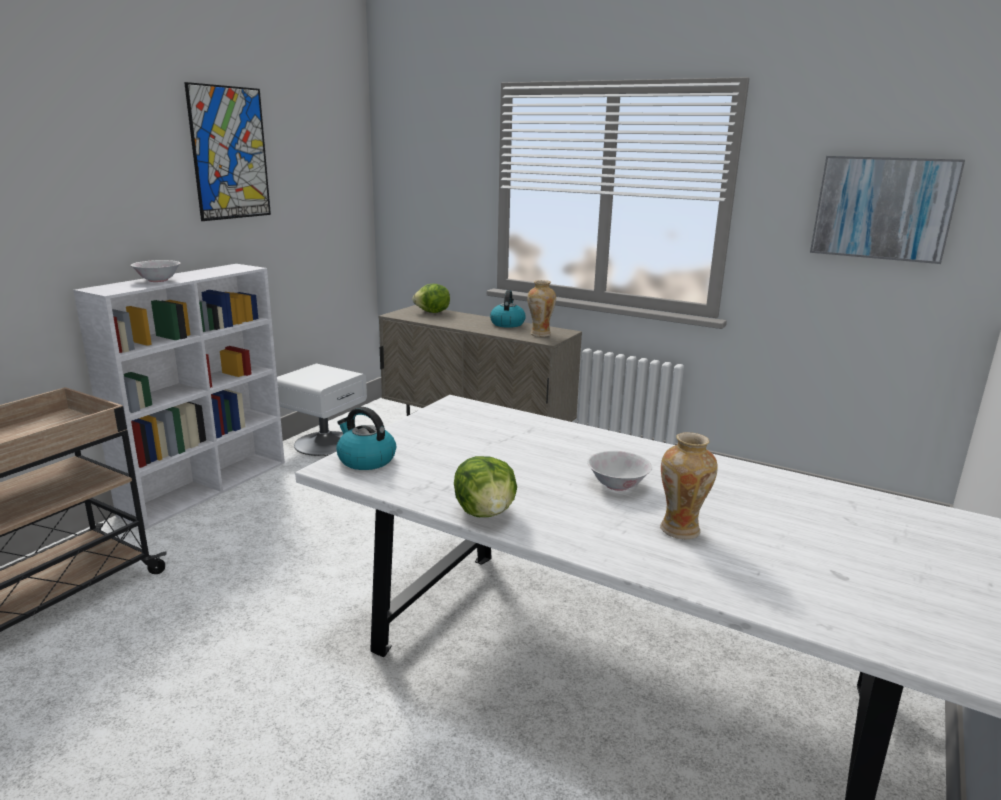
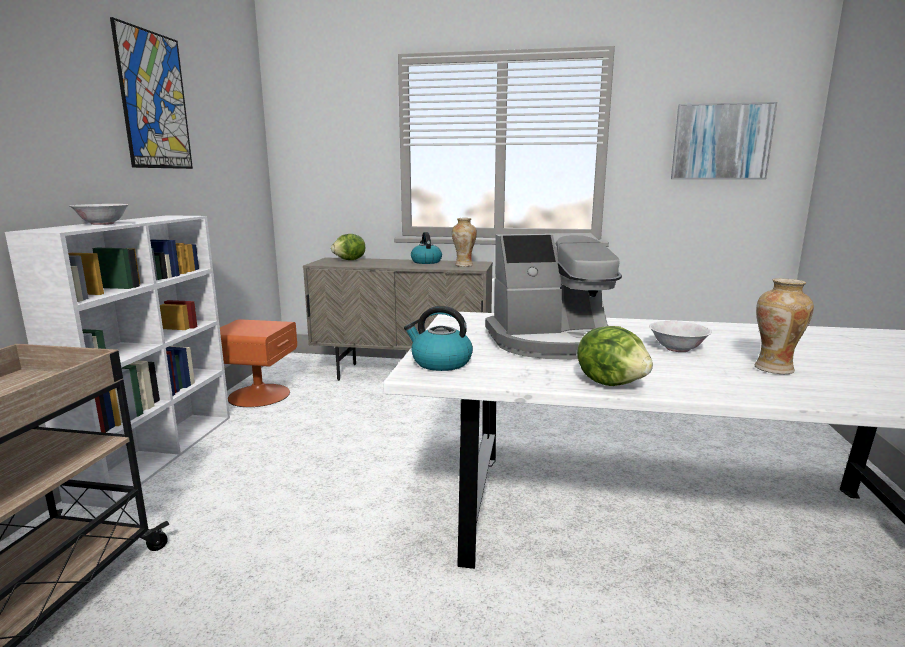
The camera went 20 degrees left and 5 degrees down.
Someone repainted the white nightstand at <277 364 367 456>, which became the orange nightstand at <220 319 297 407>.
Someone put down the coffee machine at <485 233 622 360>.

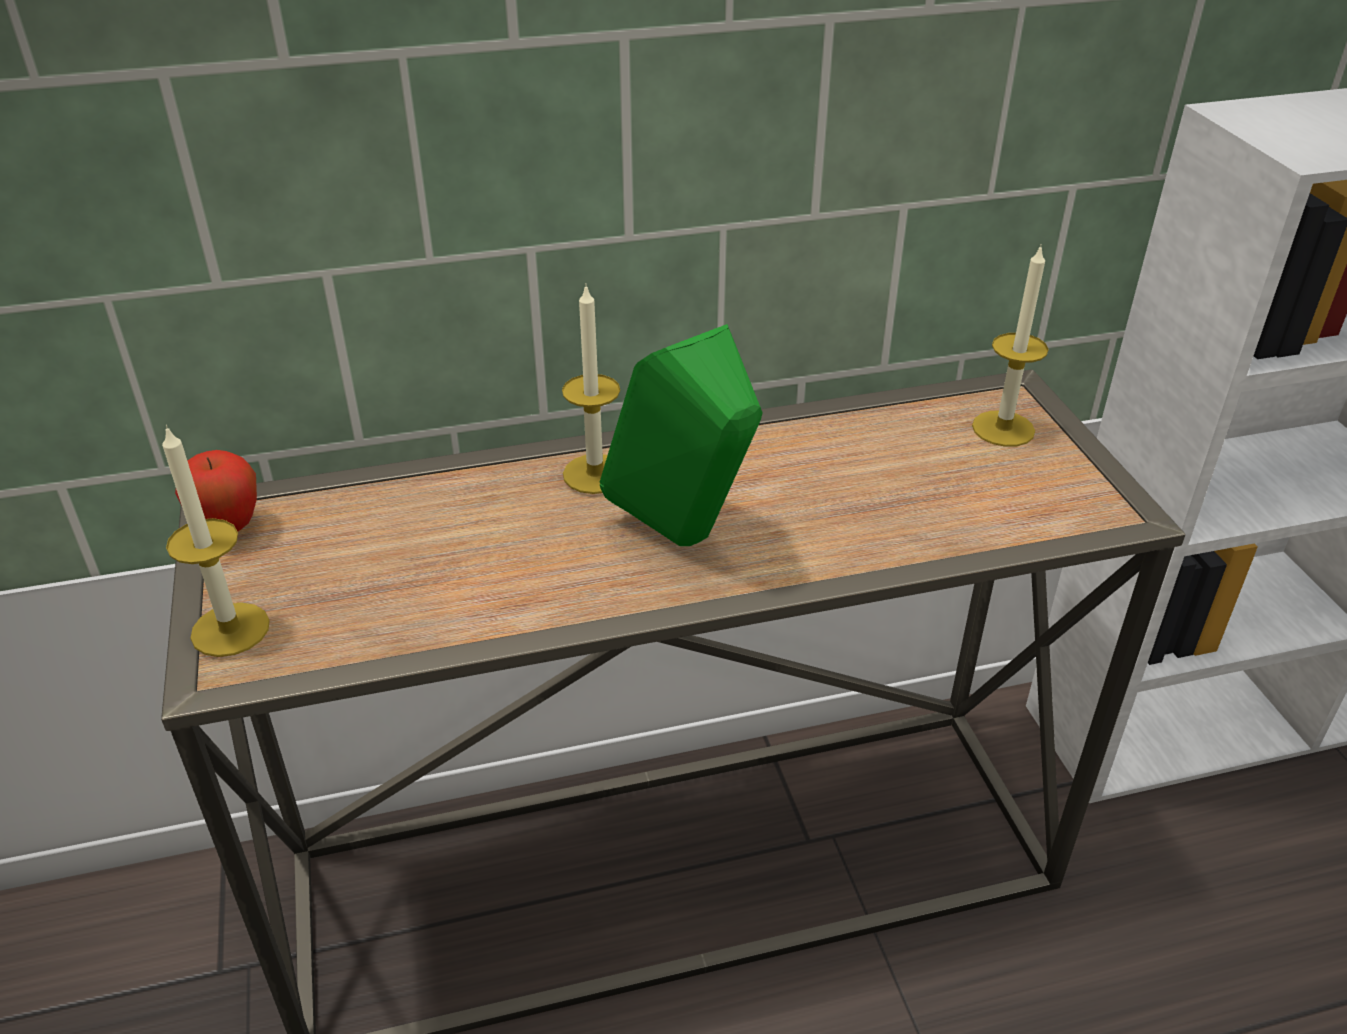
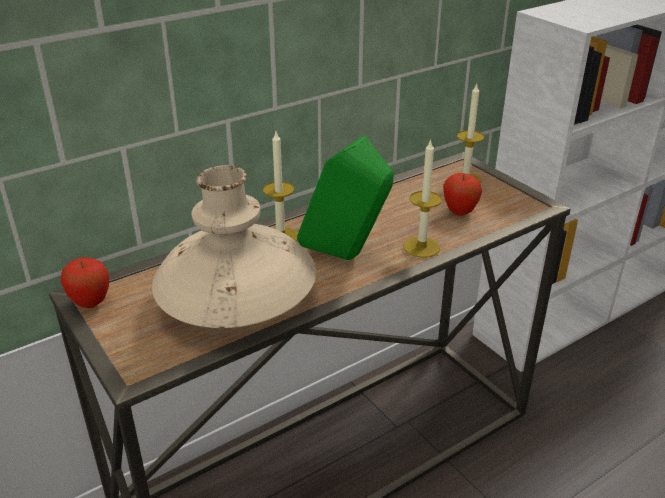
The camera went 20 degrees left and 5 degrees down.
Someone carried the candle from <162 425 270 657> to <403 139 442 258>.
Someone put down the beige vase at <152 165 316 328>.
Someone put down the apple at <443 173 482 216>.

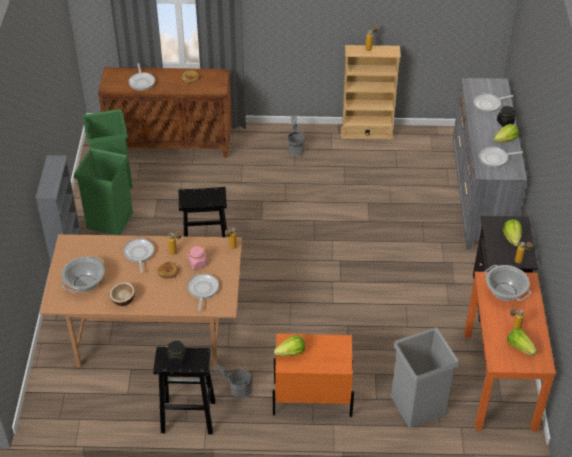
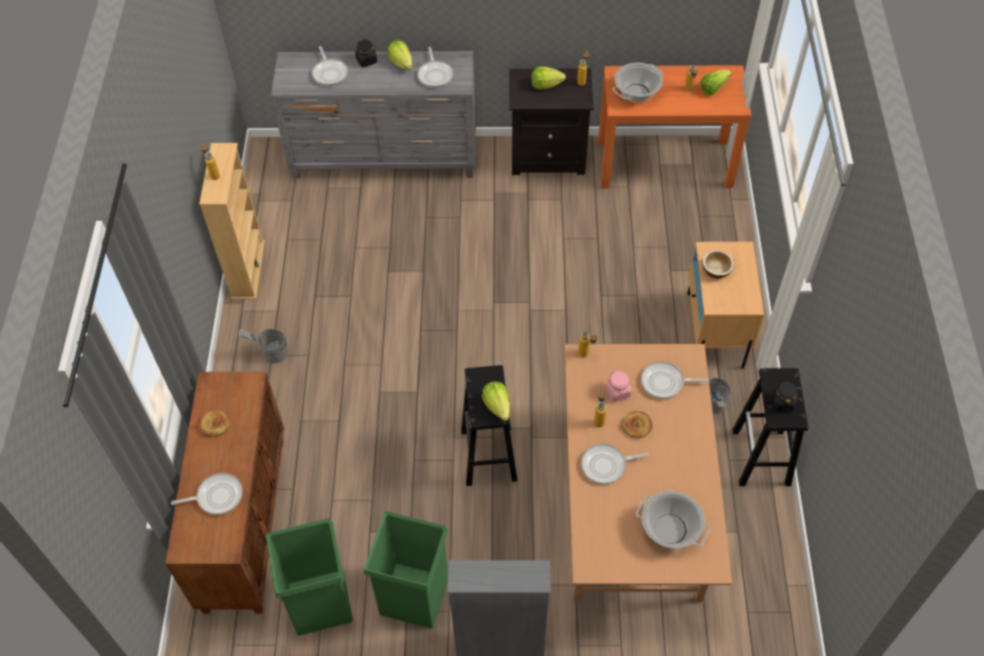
The camera went 90 degrees left and 10 degrees up.
Someone carried the bowl from <110 282 135 306> to <702 250 734 278>.
Someone took away the grey trash can at <391 327 459 428>.
Someone repainted the orange nightstand at <272 334 354 417>, which became the beige nightstand at <687 242 764 369>.
Someone carried the lettuce from <274 335 305 356> to <482 381 510 421>.

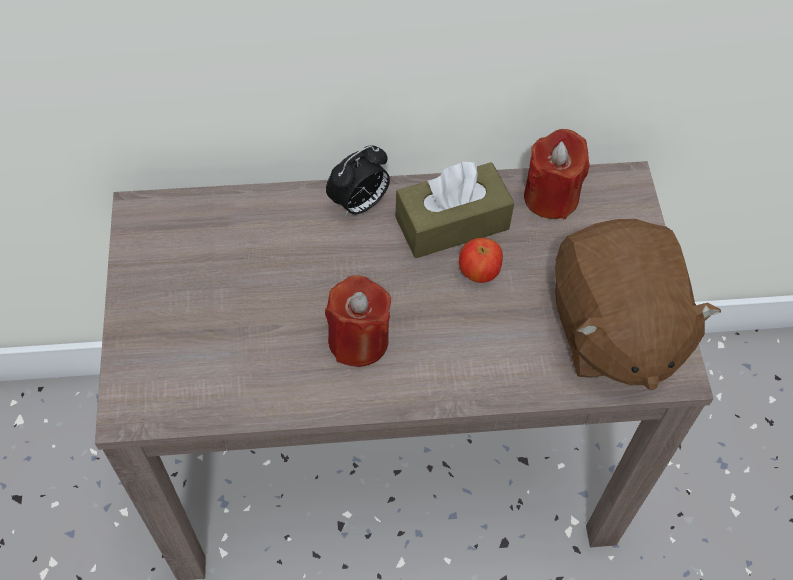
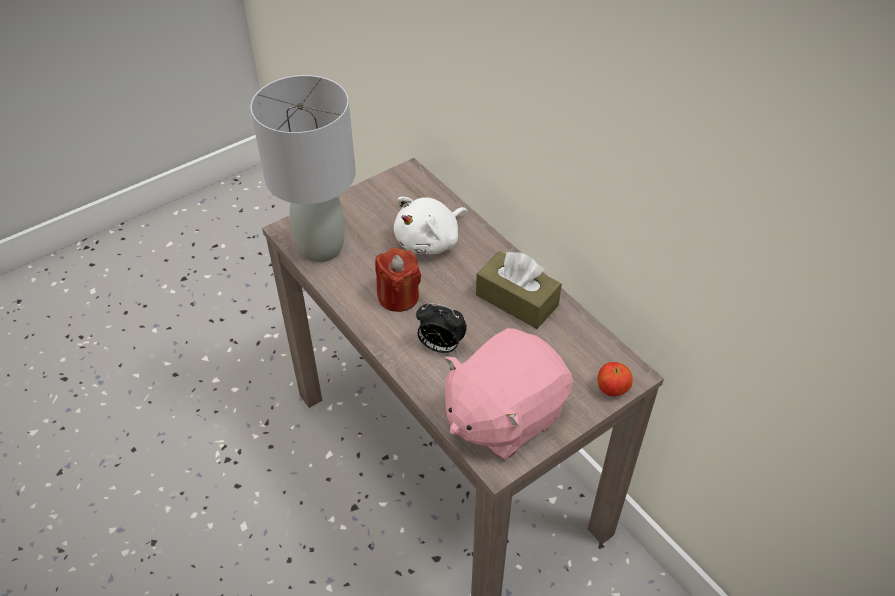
The camera went 60 degrees right and 10 degrees down.
Someone took away the red candle at <524 129 590 219>.
Someone carried the alarm clock from <326 145 390 217> to <416 303 467 353>.
Someone repainted the brown plush toy at <555 219 721 390>, which became the pink plush toy at <445 328 573 460>.
Someone carried the apple from <459 238 503 283> to <598 362 633 396>.
Someone put down the grey table lamp at <250 75 356 262>.
Someone put down the white plush toy at <394 197 467 254>.

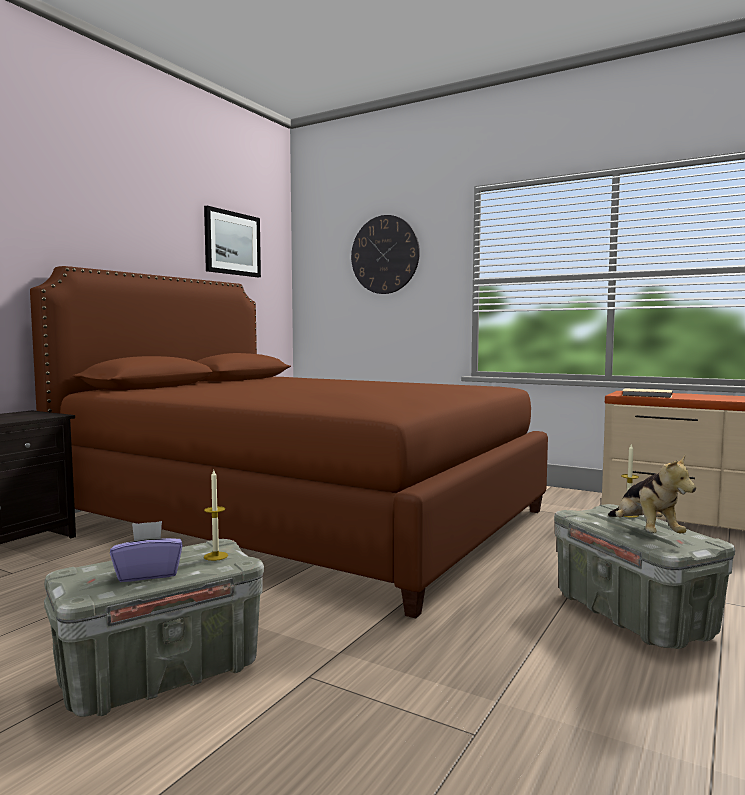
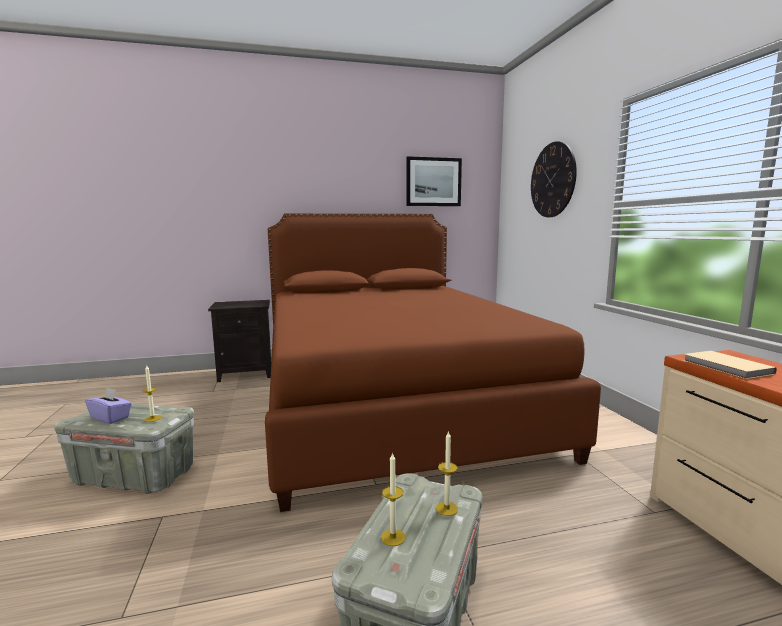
The camera went 45 degrees right and 5 degrees up.
Someone swapped the plush toy at <608 455 696 533> for the candle at <381 452 405 546>.

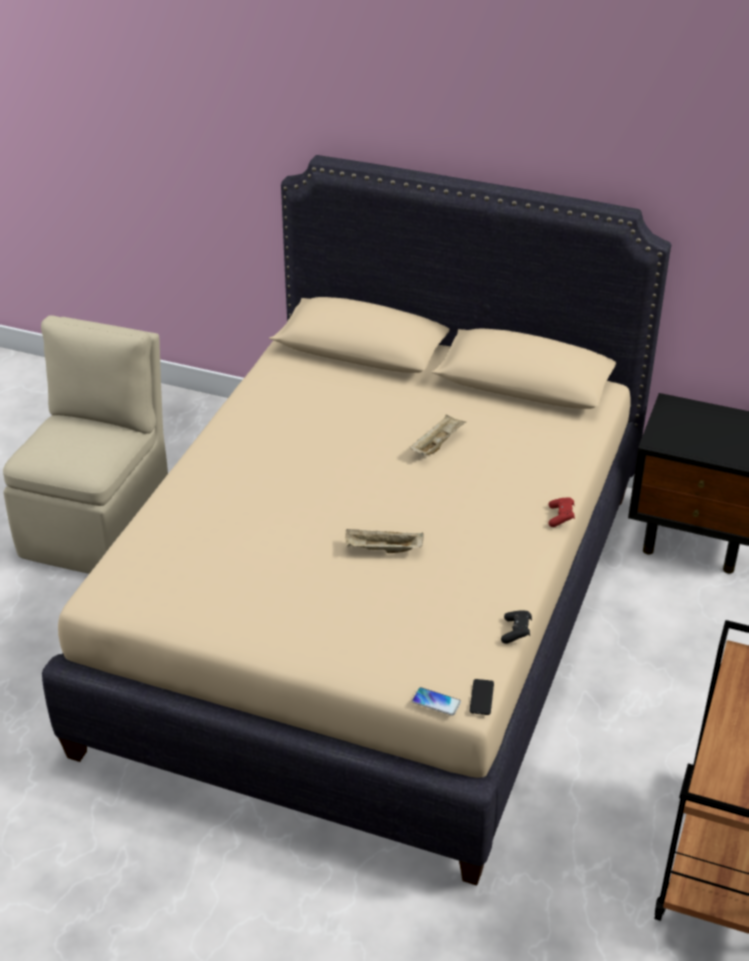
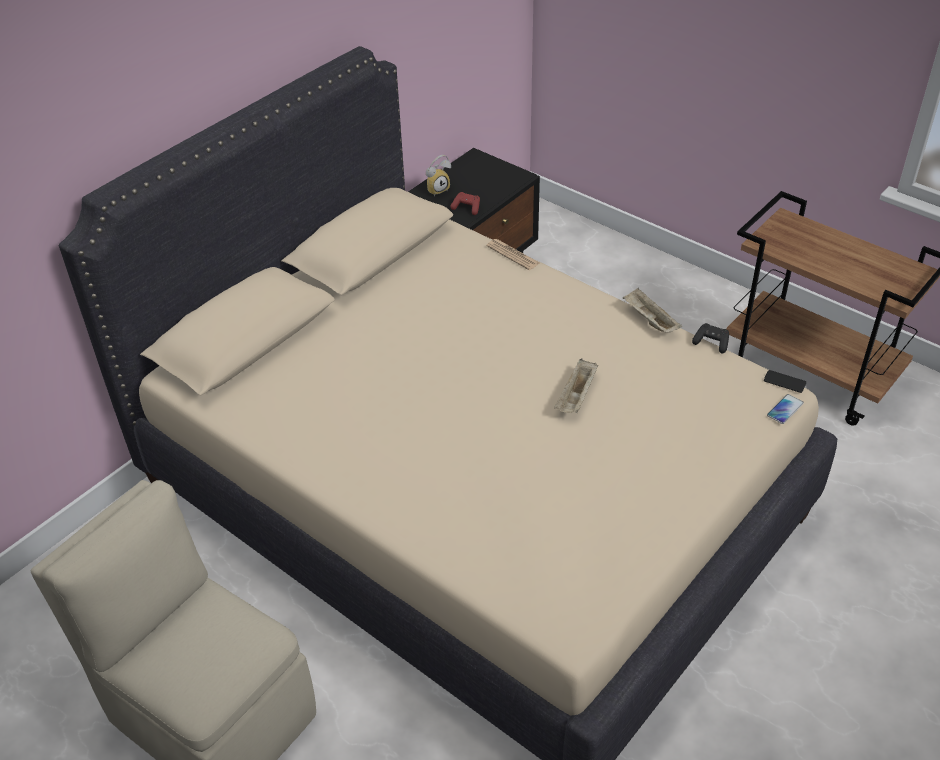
The camera went 70 degrees left and 5 degrees up.
Someone carried the beige tray from <410 414 466 455> to <623 288 682 333>.
Someone carried the red game controller from <548 497 575 527> to <451 192 480 215>.
Someone put down the alarm clock at <426 155 451 196>.
Someone put down the newspaper at <486 239 540 270>.

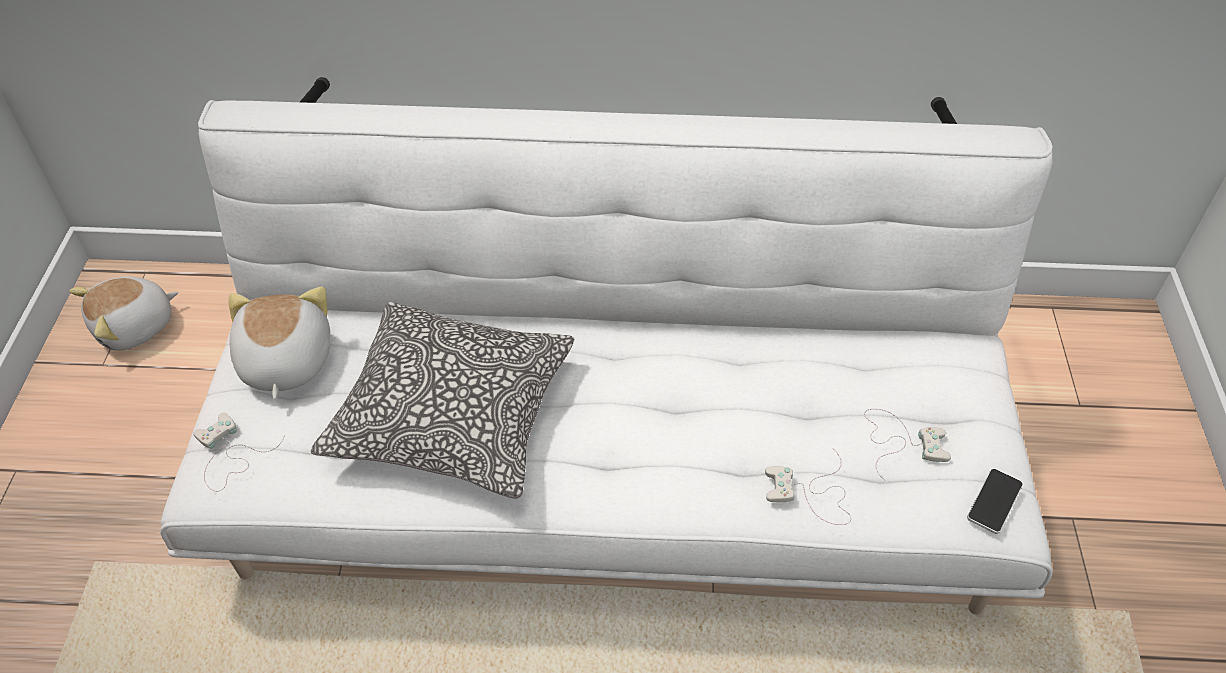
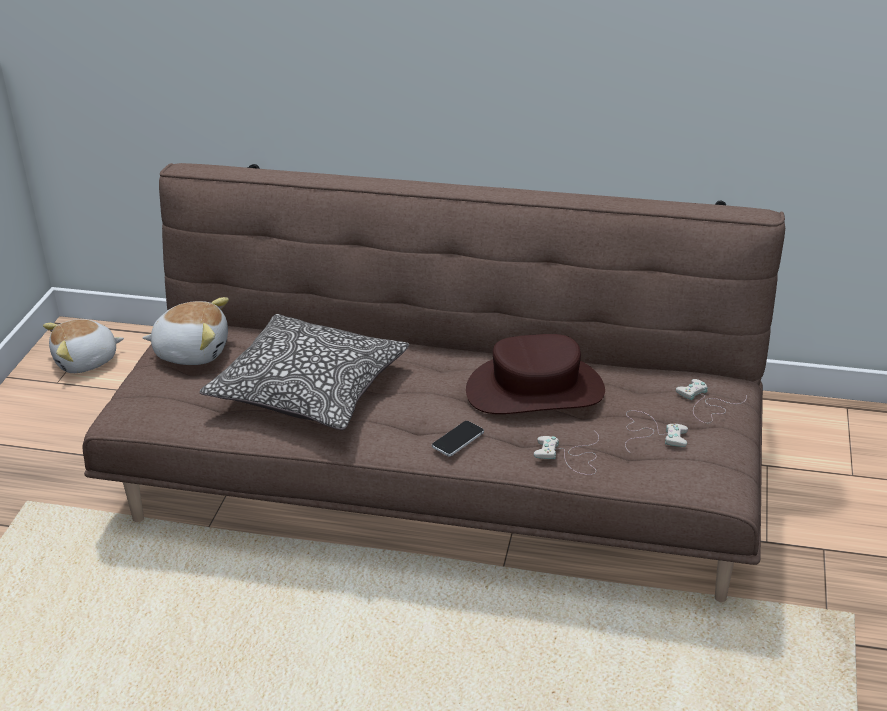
The camera went 10 degrees right and 15 degrees down.
Someone repainted the white sofa at <160 77 1053 615>, which became the brown sofa at <82 163 785 602>.
Someone rotated the plush toy at <228 286 330 399> by 90 degrees clockwise.
Someone carried the white game controller from <193 413 285 492> to <676 379 747 423>.
Someone carried the phone from <967 469 1023 534> to <432 421 484 456>.
Someone put down the brown hat at <466 334 605 414>.

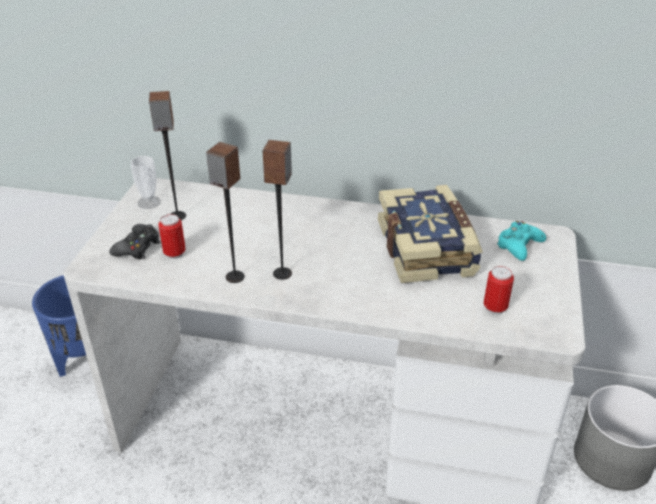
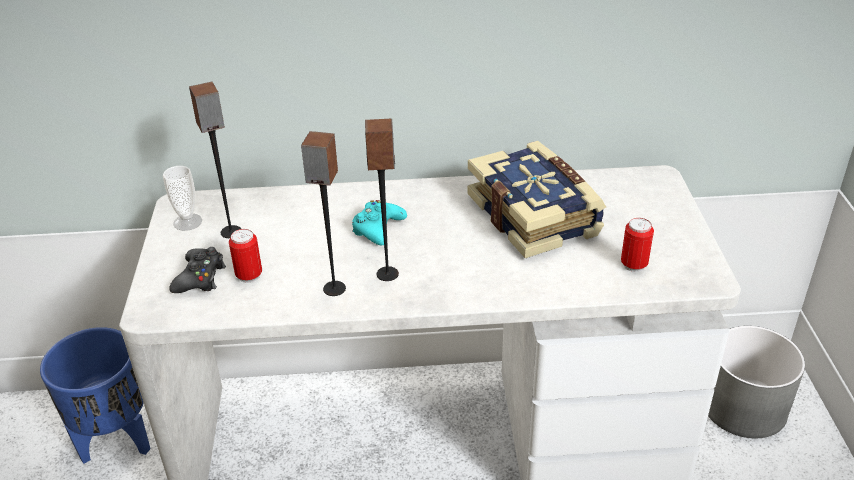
The camera went 15 degrees left and 0 degrees up.
Someone carried the turquoise game controller from <497 221 546 261> to <352 200 407 246>.

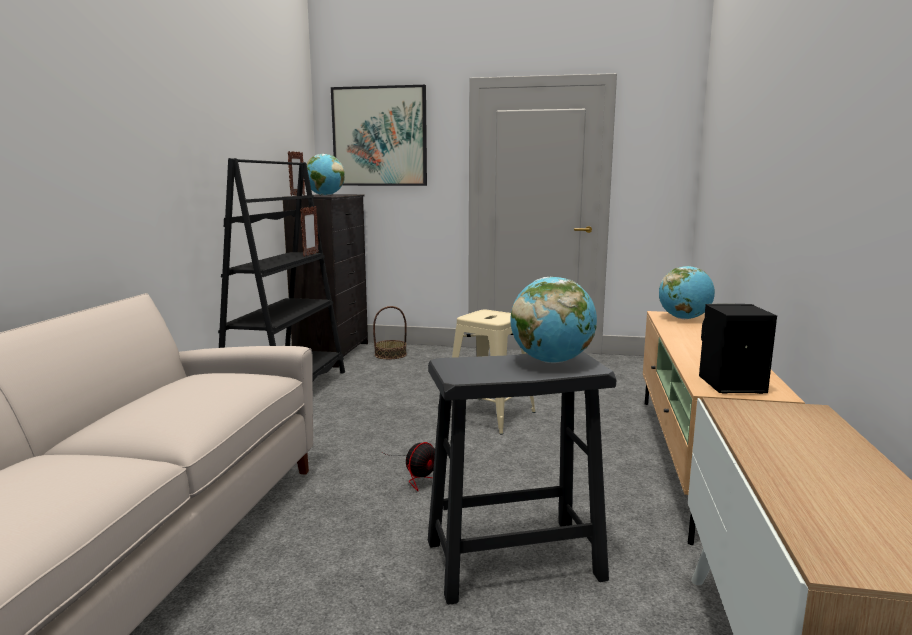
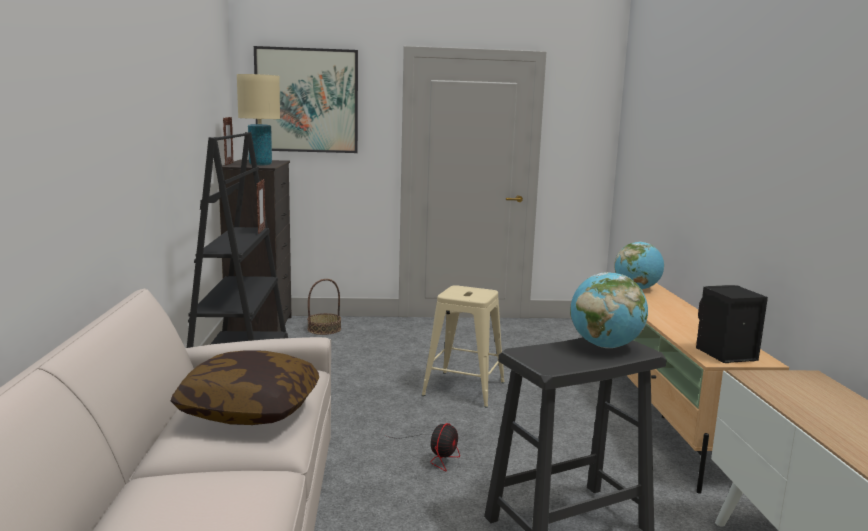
The camera went 15 degrees left and 0 degrees up.
Someone swapped the globe at <306 154 345 196> for the beige table lamp at <237 74 280 165>.
Someone put down the pillow at <171 350 319 425>.

